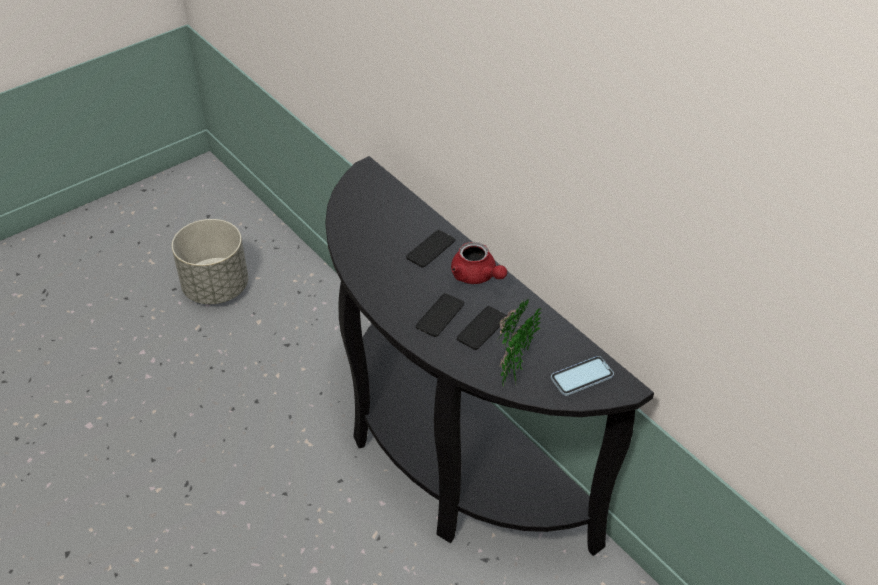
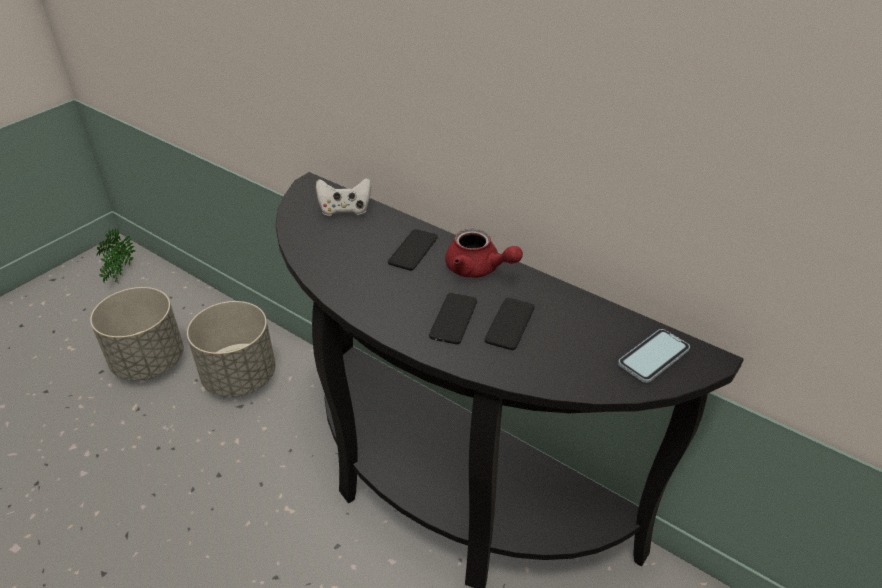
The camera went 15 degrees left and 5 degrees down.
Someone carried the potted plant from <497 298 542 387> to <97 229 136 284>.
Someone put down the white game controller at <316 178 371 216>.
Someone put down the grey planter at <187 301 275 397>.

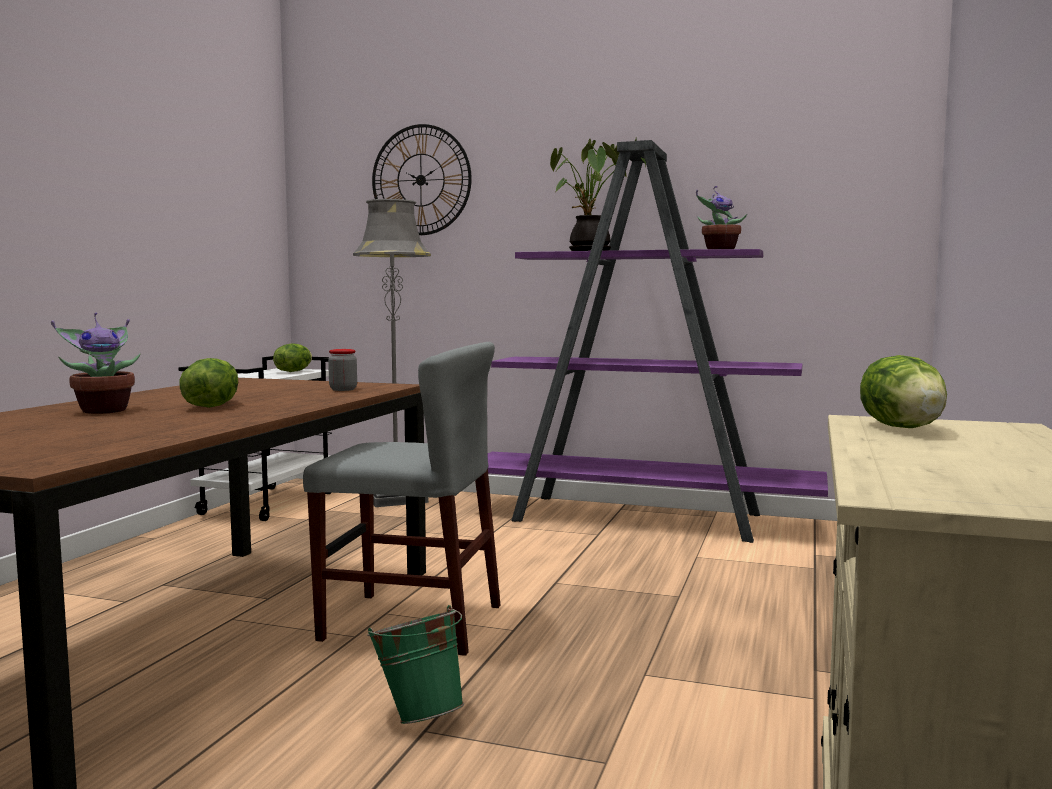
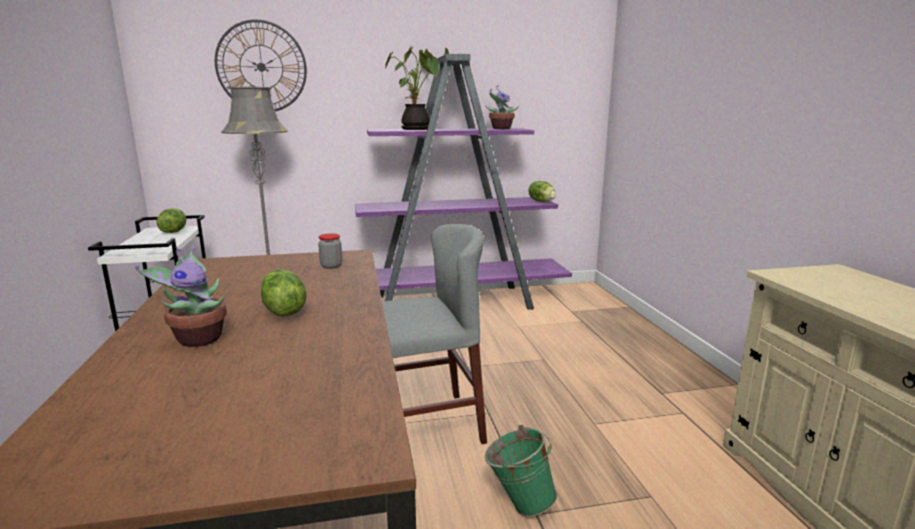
The camera went 30 degrees left and 10 degrees up.
Someone carried the lettuce from <860 355 947 428> to <529 181 556 202>.

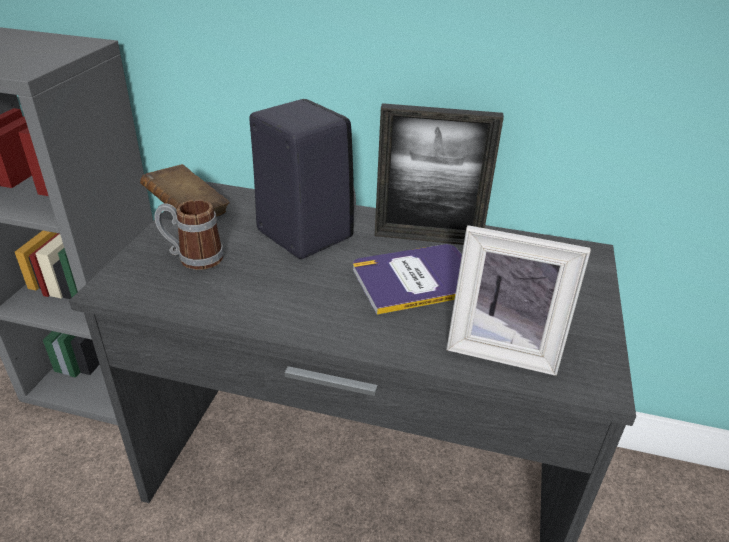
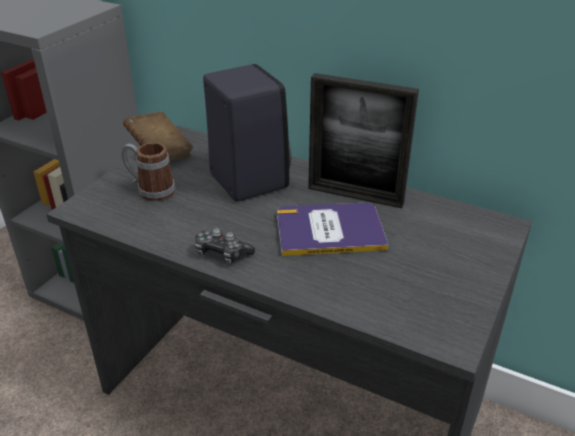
The camera went 15 degrees right and 0 degrees up.
Someone took away the picture frame at <446 225 591 376>.
Someone put down the game controller at <195 228 255 264>.

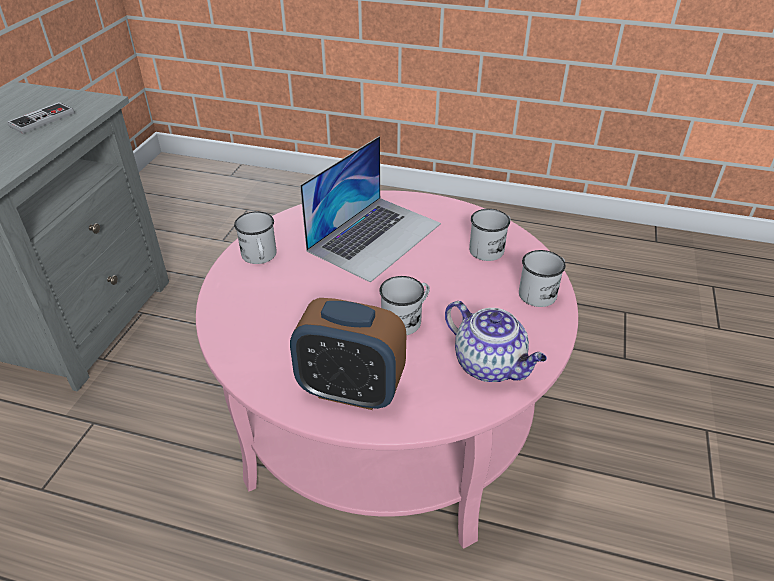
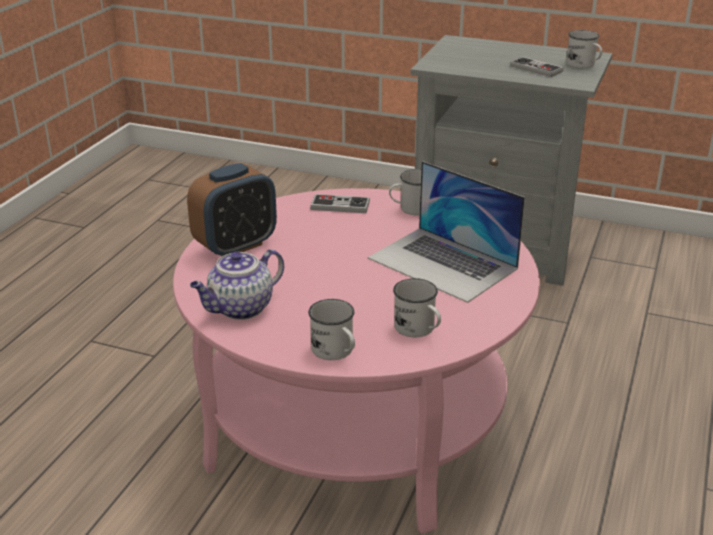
The camera went 95 degrees right and 10 degrees down.
Someone carried the white mug from <379 276 430 335> to <566 30 602 68>.
Someone rotated the alarm clock at <290 298 406 410> by 150 degrees counterclockwise.
Someone put down the game controller at <310 194 370 213>.

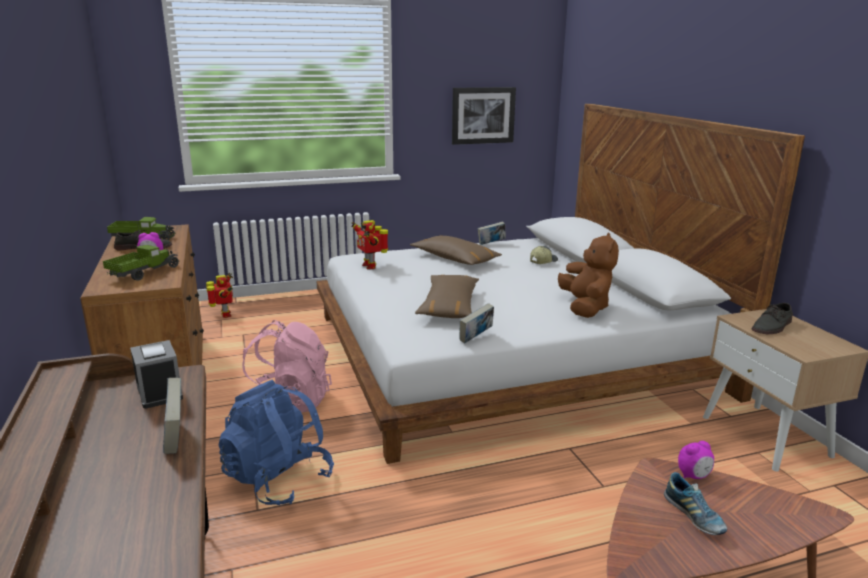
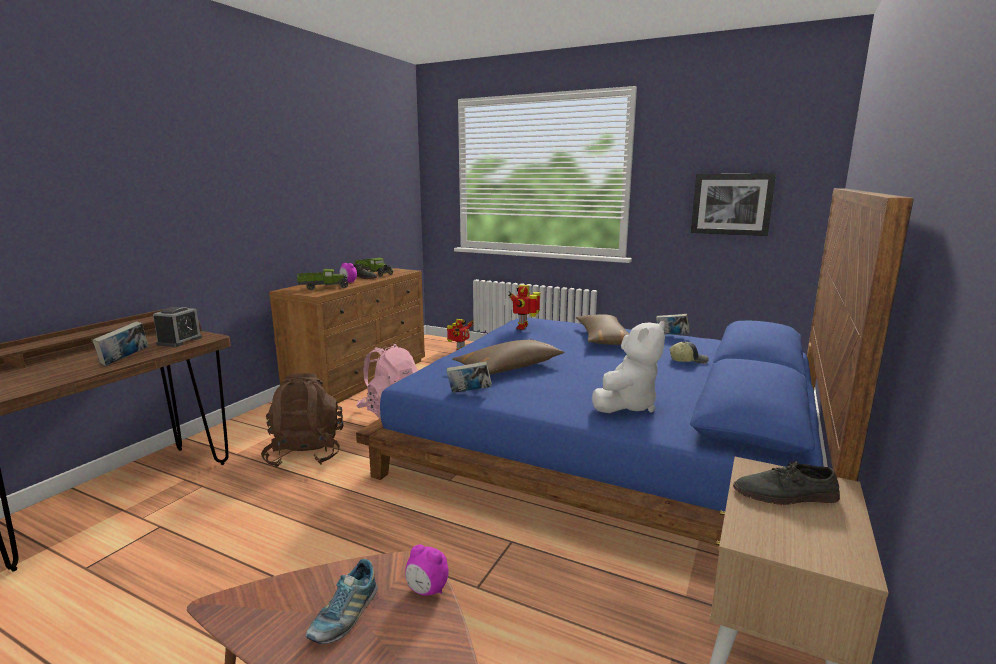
The camera went 45 degrees right and 5 degrees down.
Someone repainted the white bed at <316 104 805 464>, which became the blue bed at <356 188 914 546>.
Someone repainted the brown plush toy at <558 233 619 318>, which became the white plush toy at <592 321 665 413>.
Someone repainted the blue backpack at <218 380 334 505>, which became the brown backpack at <261 373 344 467>.

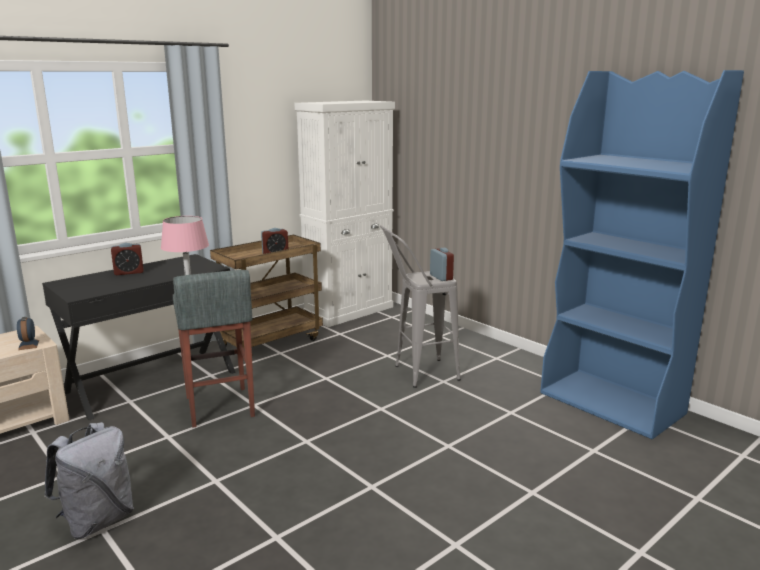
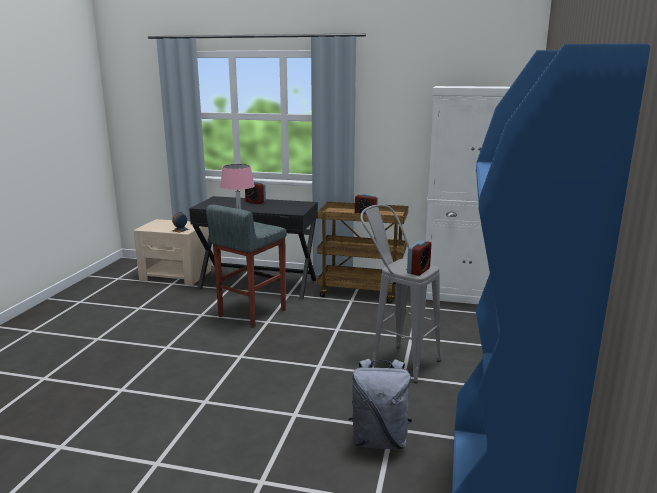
The camera went 55 degrees right and 0 degrees up.
Someone carried the grey backpack from <44 422 134 539> to <349 359 413 449>.

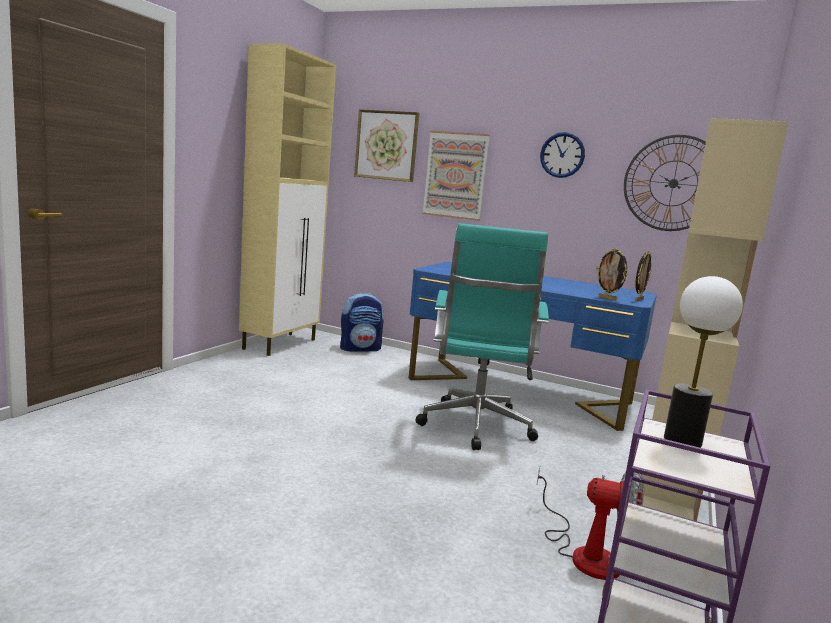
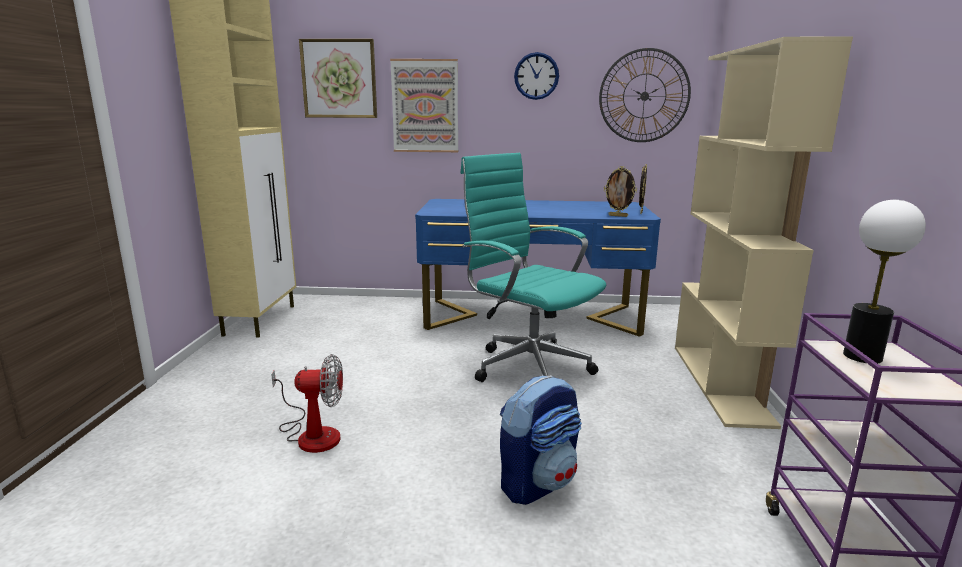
The camera went 20 degrees left and 5 degrees up.
Someone rotated the turquoise office chair at <416 223 549 450> by 150 degrees clockwise.
Someone carried the backpack from <340 293 384 352> to <500 375 582 505>.
Someone carried the fan from <537 467 644 580> to <271 354 343 453>.

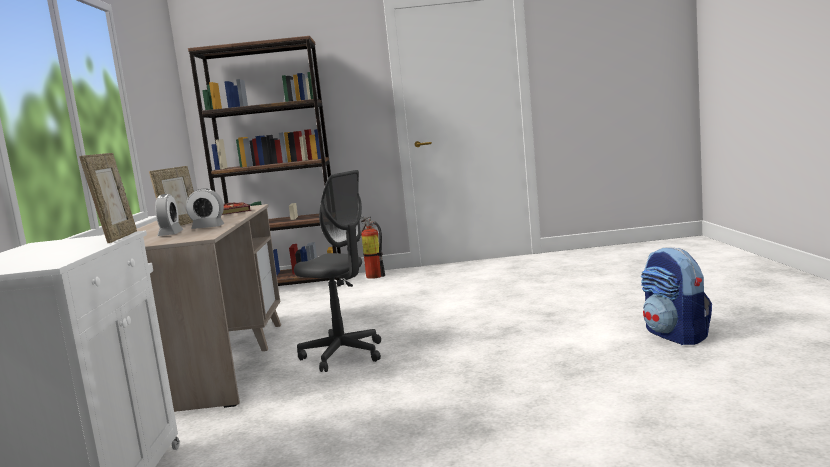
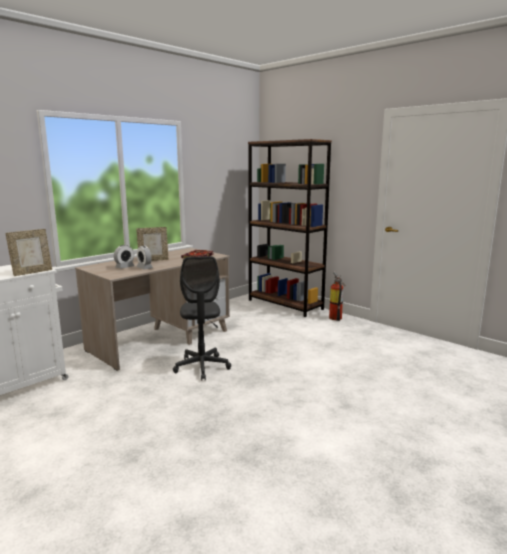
The camera went 45 degrees right and 5 degrees up.
Someone took away the backpack at <641 247 712 345>.

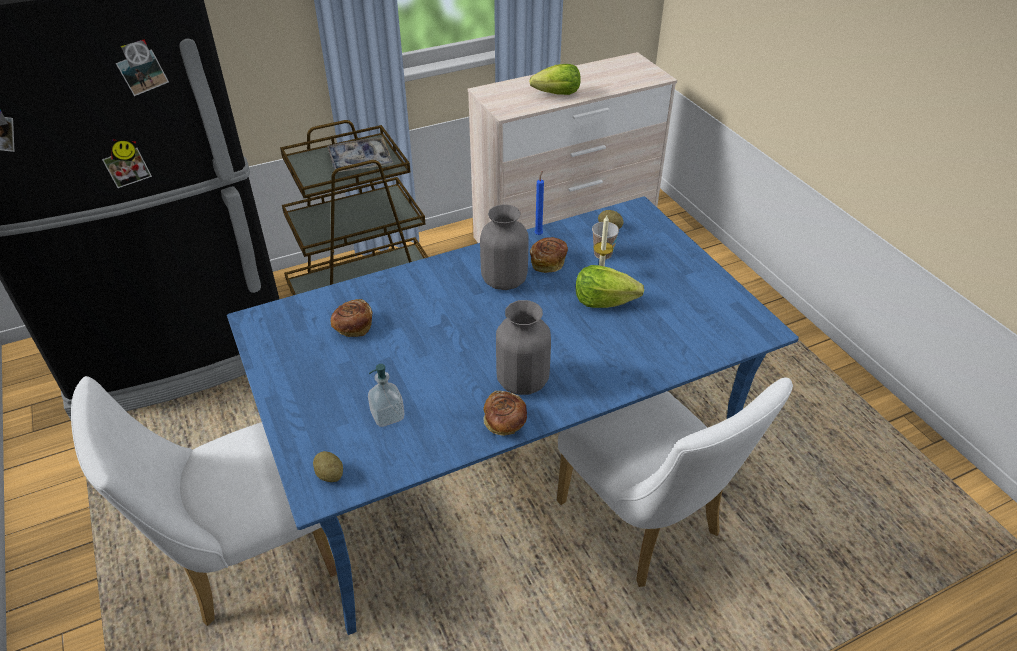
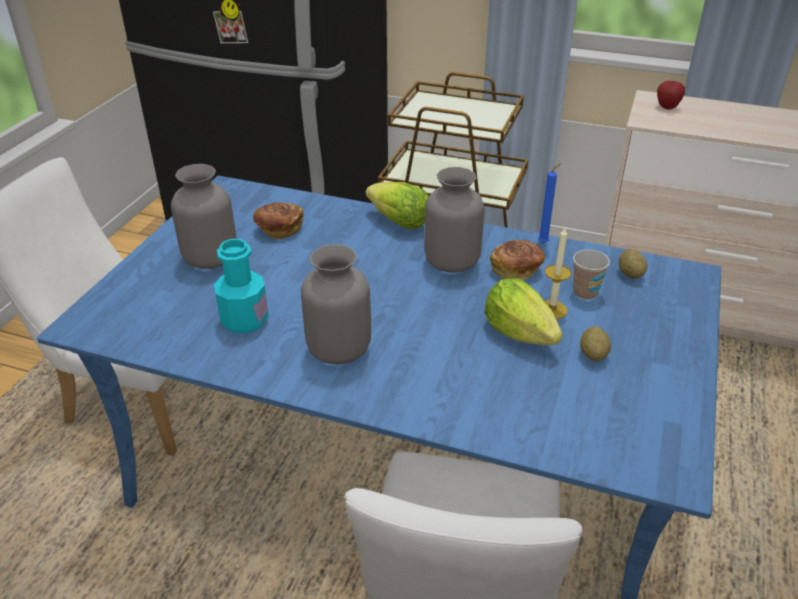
The camera went 45 degrees right and 5 degrees down.
Someone carried the lettuce from <529 64 581 95> to <366 182 429 229>.
Someone took away the tray at <327 137 393 172>.
Someone took away the soap dispenser at <368 364 404 427>.
Someone took away the bread at <483 391 527 436>.
Someone carried the potato from <313 451 343 482> to <580 326 611 362>.
Someone put down the apple at <657 81 685 109>.
Someone put down the grey vase at <171 164 237 269>.
Someone put down the turquoise bottle at <214 239 269 333>.

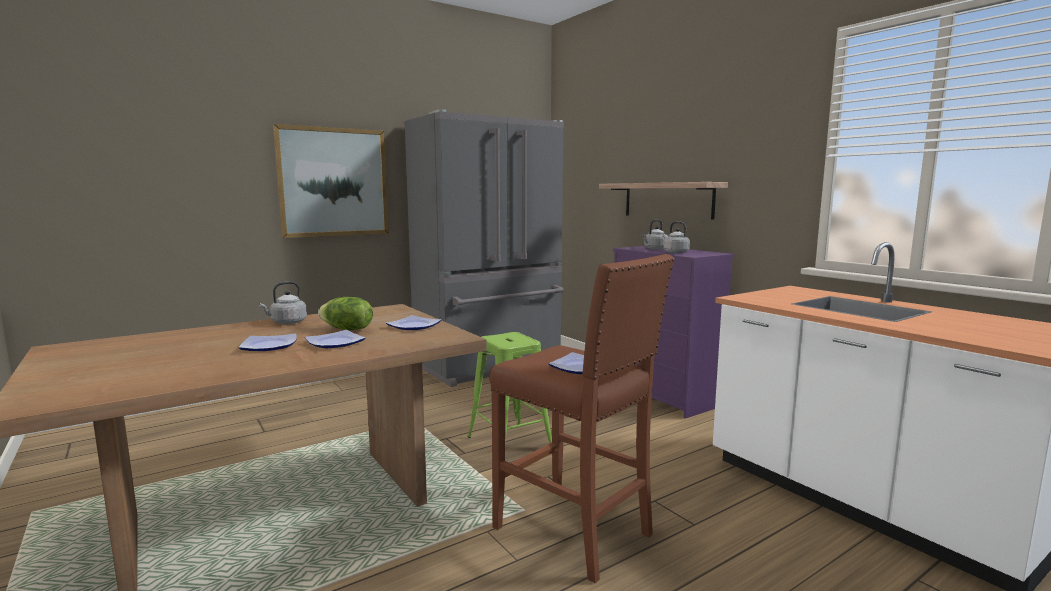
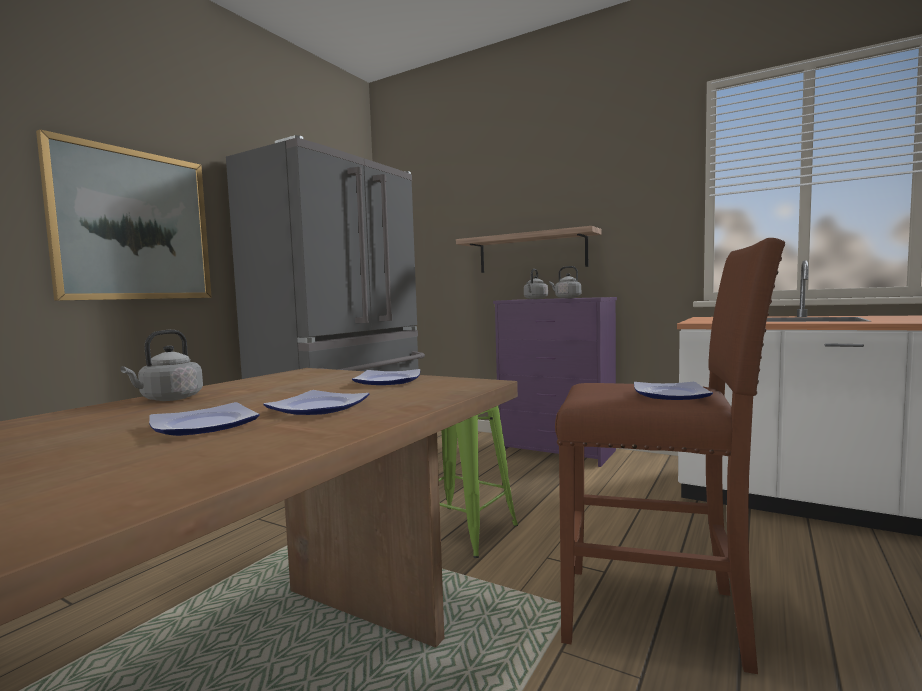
The camera went 25 degrees left and 5 degrees down.
Someone took away the lettuce at <318 297 373 330>.

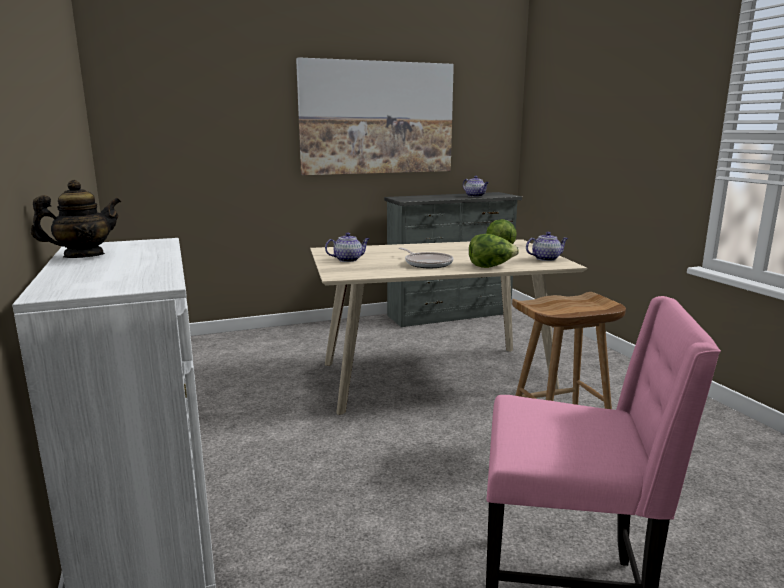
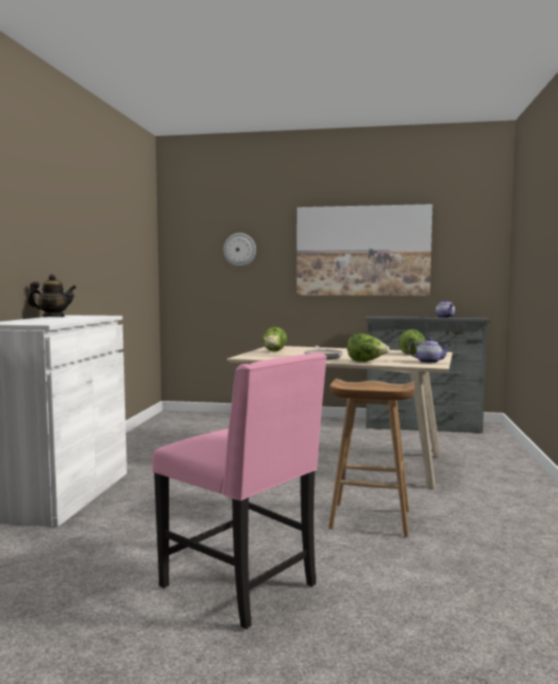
The camera went 30 degrees right and 10 degrees down.
Someone swapped the teapot at <325 233 370 262> for the lettuce at <262 327 287 351>.
Someone put up the wall clock at <223 233 256 267>.

